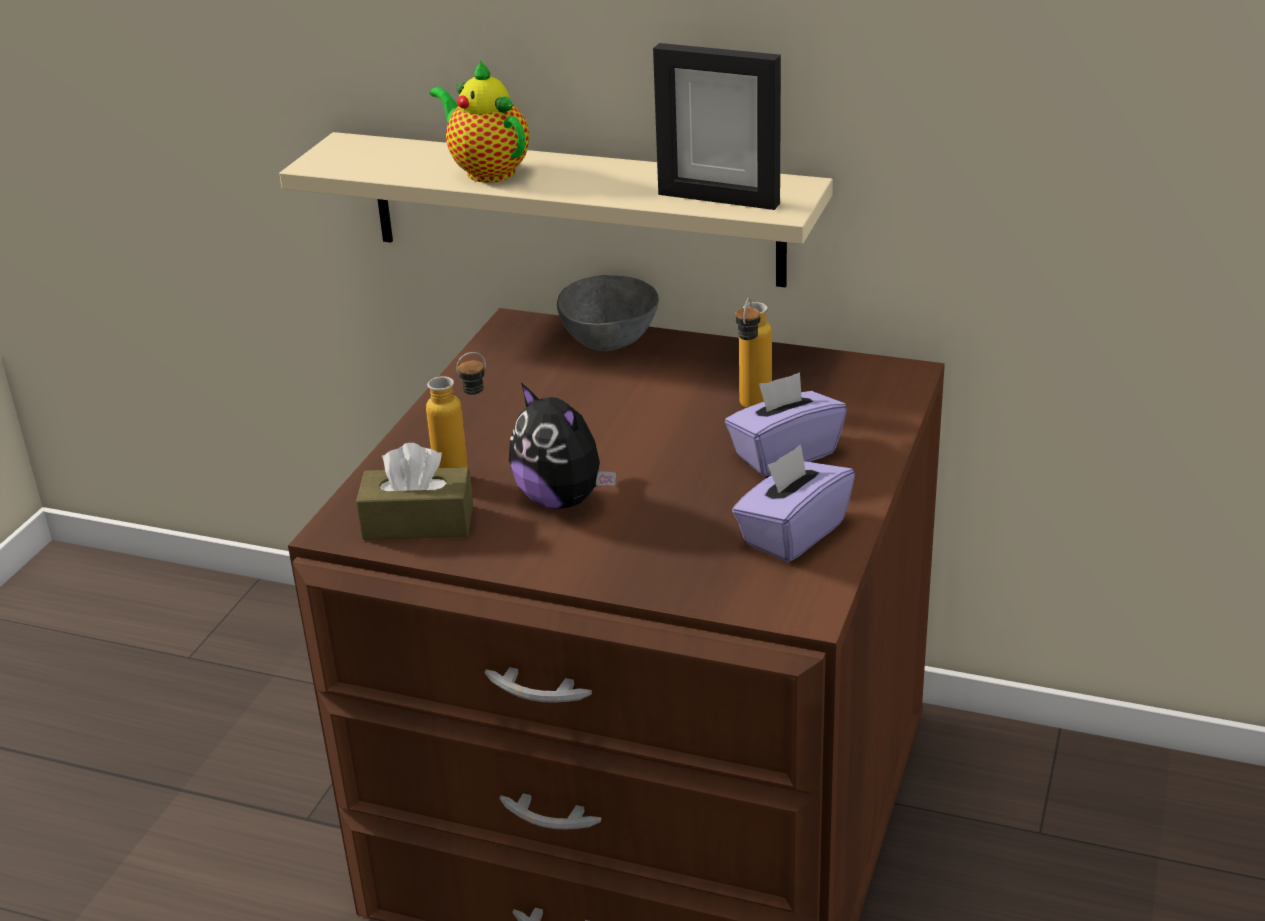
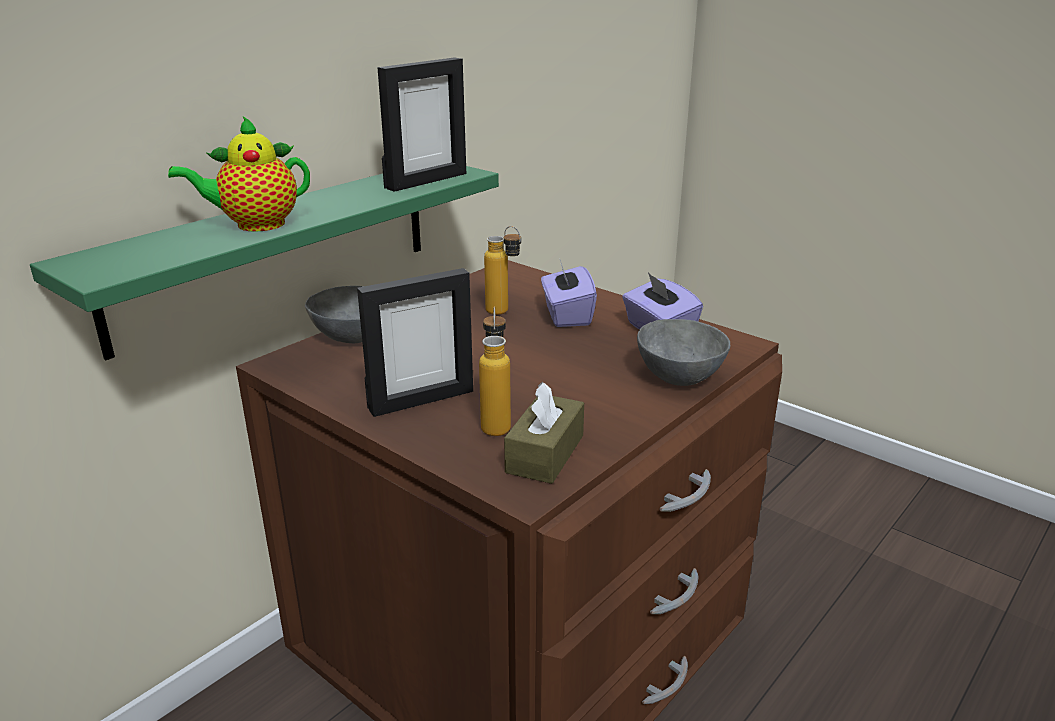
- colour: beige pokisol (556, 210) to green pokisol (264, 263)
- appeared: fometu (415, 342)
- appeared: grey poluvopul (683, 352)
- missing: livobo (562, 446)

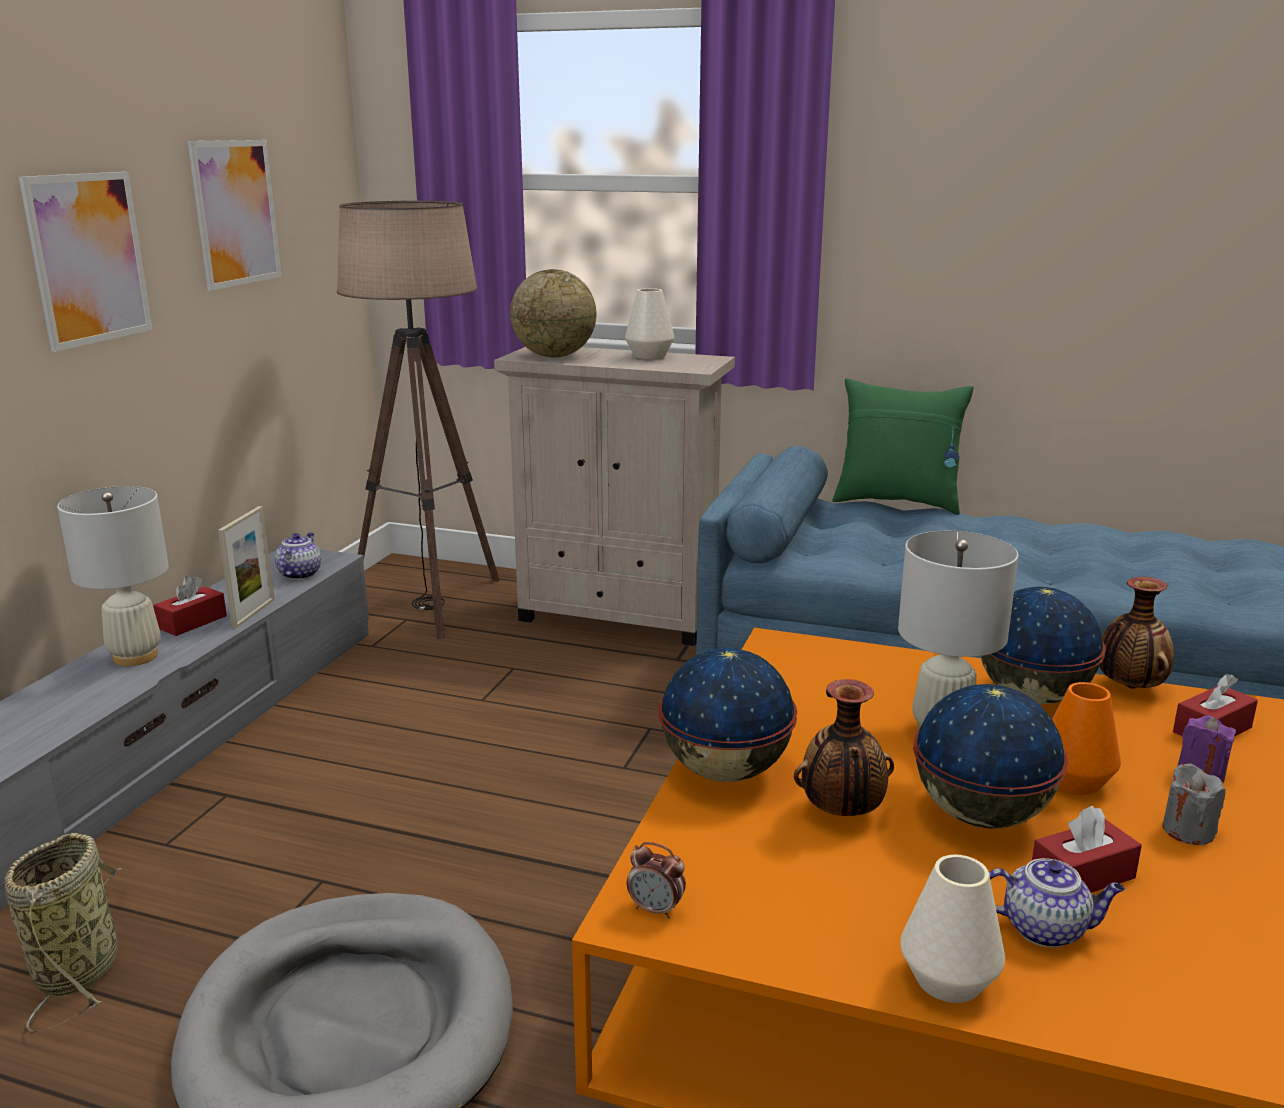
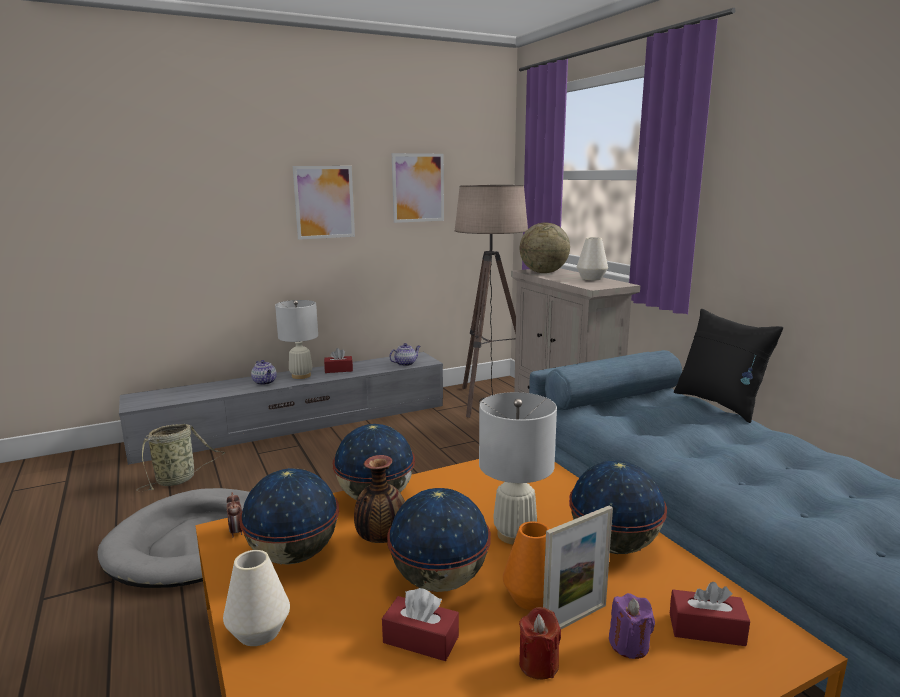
- appeared: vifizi (289, 516)
- relocated: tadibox (1057, 902) to (264, 372)
- colour: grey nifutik (1193, 804) to red nifutik (540, 643)
- relocated: fometu (246, 567) to (578, 567)
- colour: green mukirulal (902, 446) to black mukirulal (728, 366)
- missing: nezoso (1137, 633)

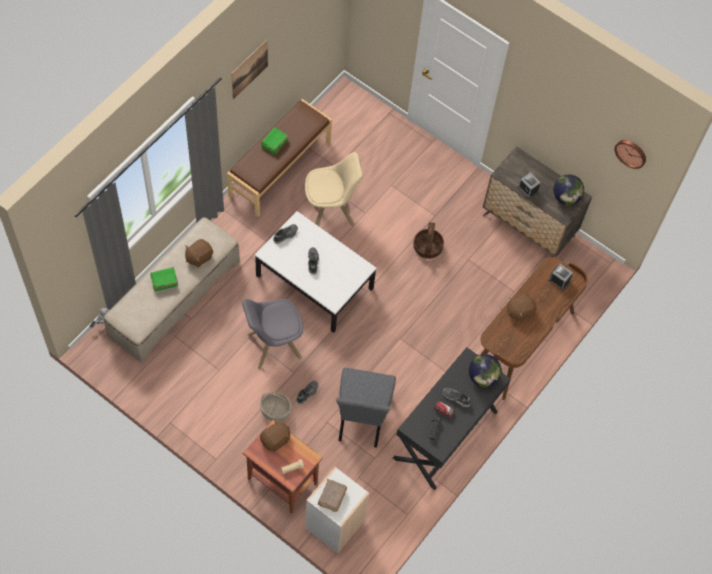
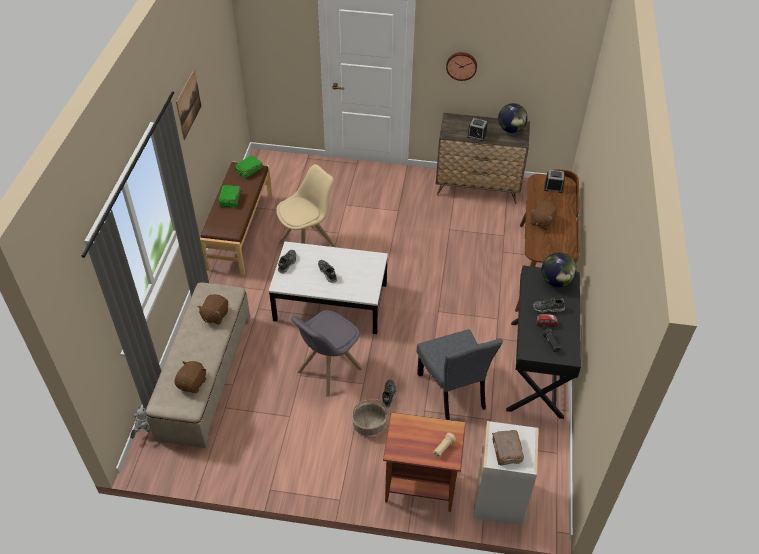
- relocated: brown livobo (275, 436) to (190, 377)
- relocated: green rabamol (164, 279) to (249, 166)
- relocated: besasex (630, 154) to (461, 66)
- missing: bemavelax (428, 240)

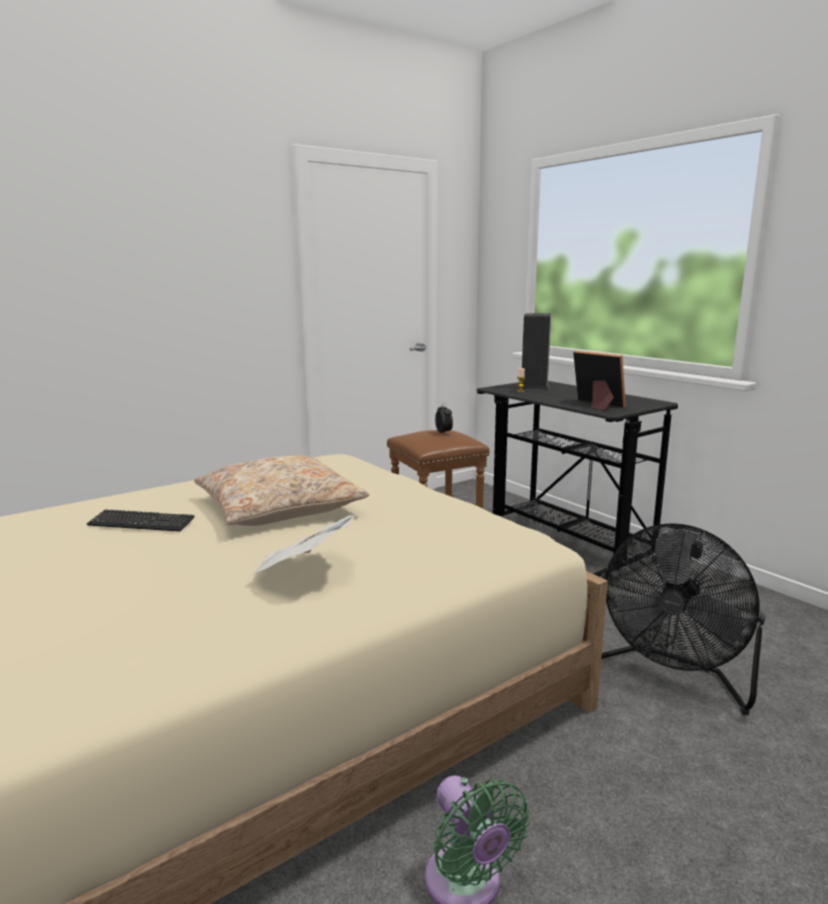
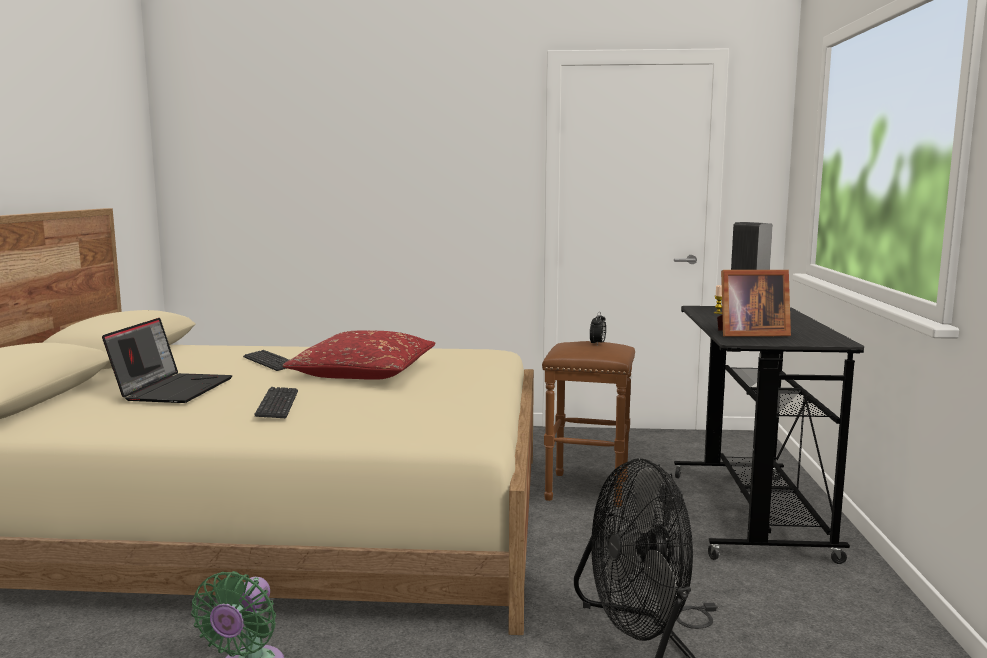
- appeared: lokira (167, 360)
- exchanged: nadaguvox (302, 545) to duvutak (276, 402)
- colour: beige mukirulal (281, 490) to red mukirulal (358, 355)
- spun: fometu (599, 381) = (754, 303) 90 degrees clockwise

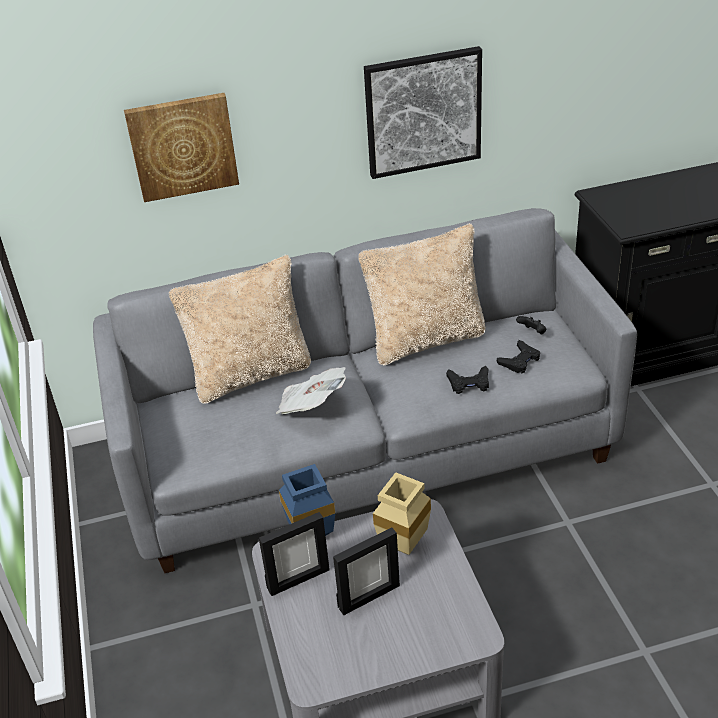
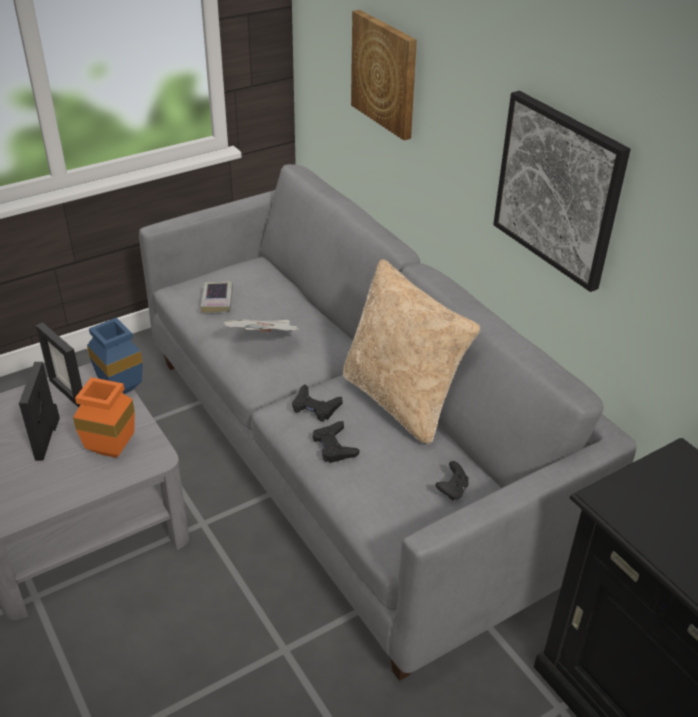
- spun: fometu (366, 571) = (39, 411) 45 degrees clockwise
- colour: beige nezoso (402, 513) to orange nezoso (104, 417)
- appeared: rabamol (217, 297)
- relocated: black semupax (518, 357) to (317, 402)
- missing: beige mukirulal (240, 329)

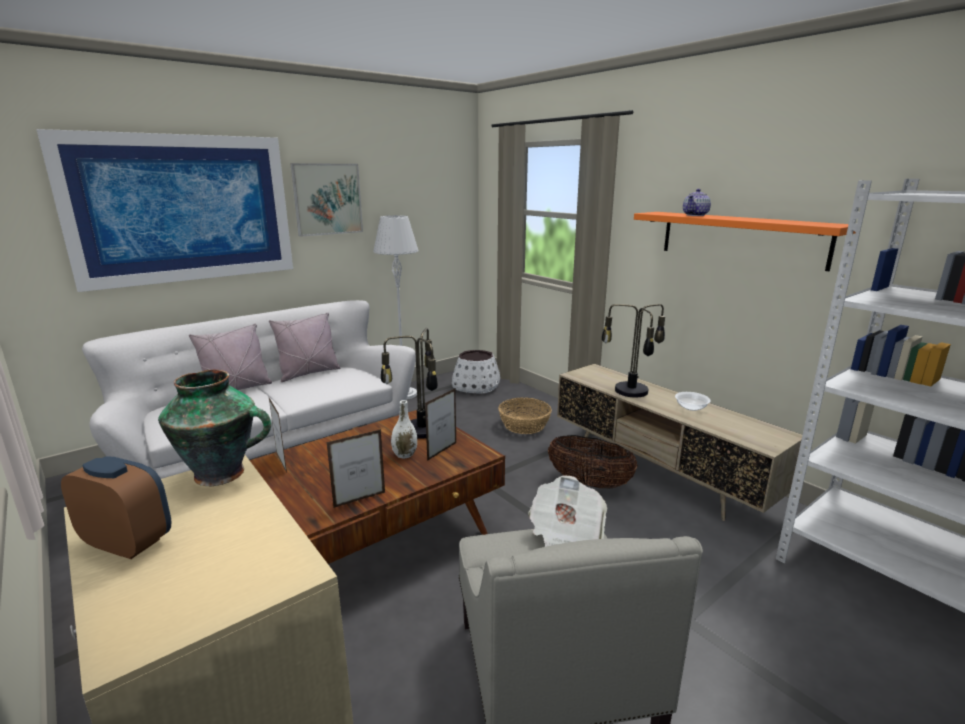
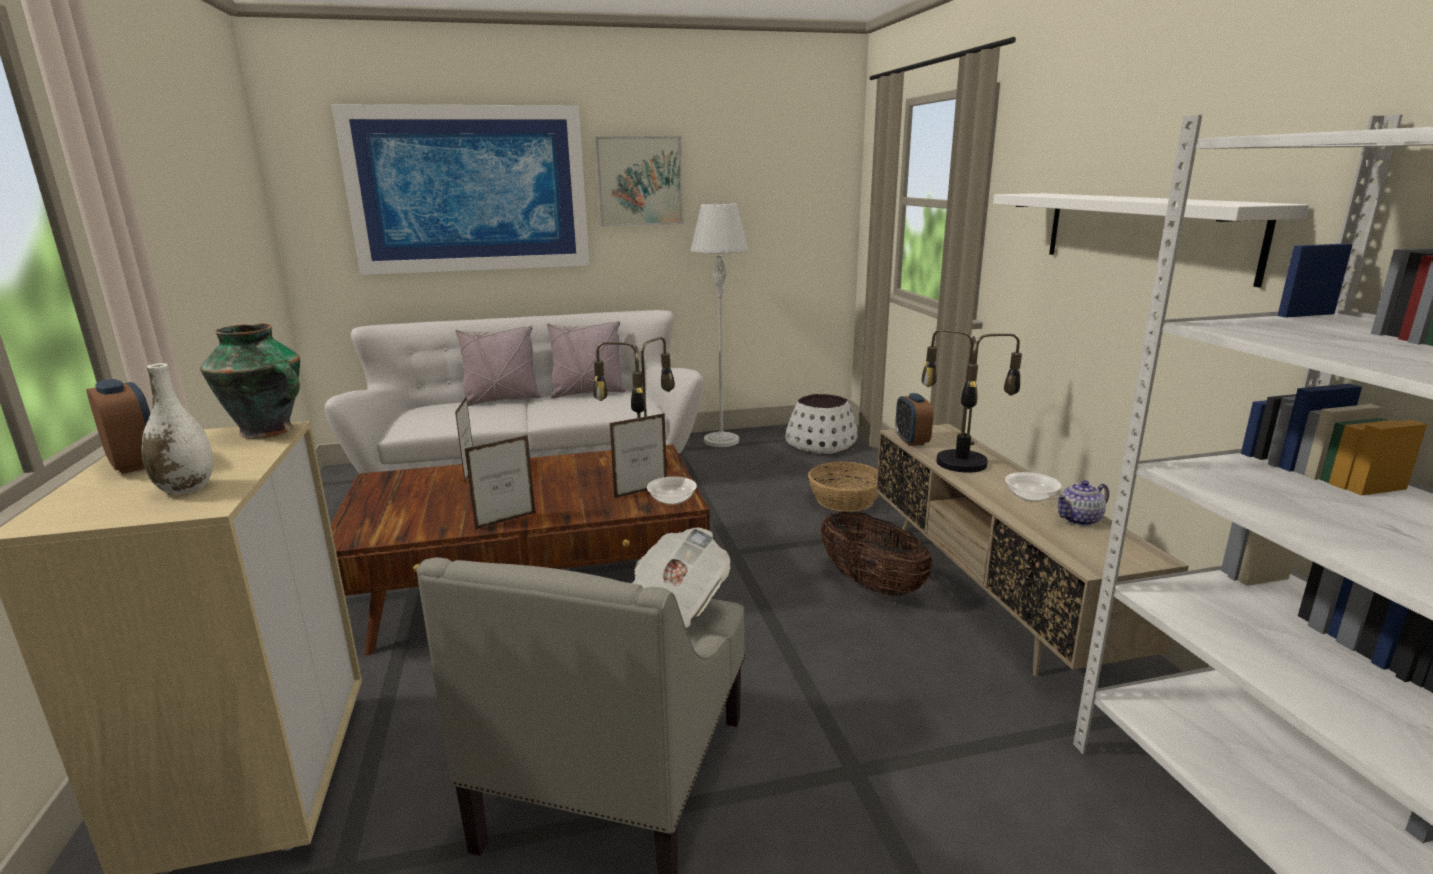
- relocated: white nezoso (404, 429) to (177, 429)
- spun: fometu (356, 468) = (500, 482) 150 degrees clockwise
- appeared: poluvopul (672, 490)
- appeared: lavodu (914, 419)
- colour: orange pokisol (745, 241) to white pokisol (1151, 240)
- relocated: tadibox (697, 202) to (1082, 503)

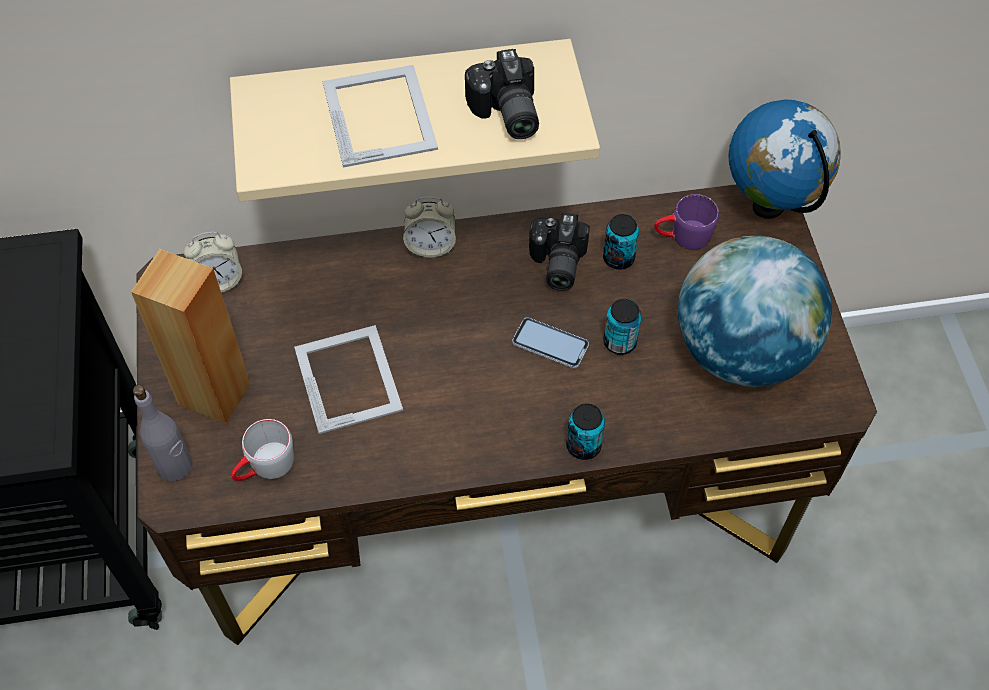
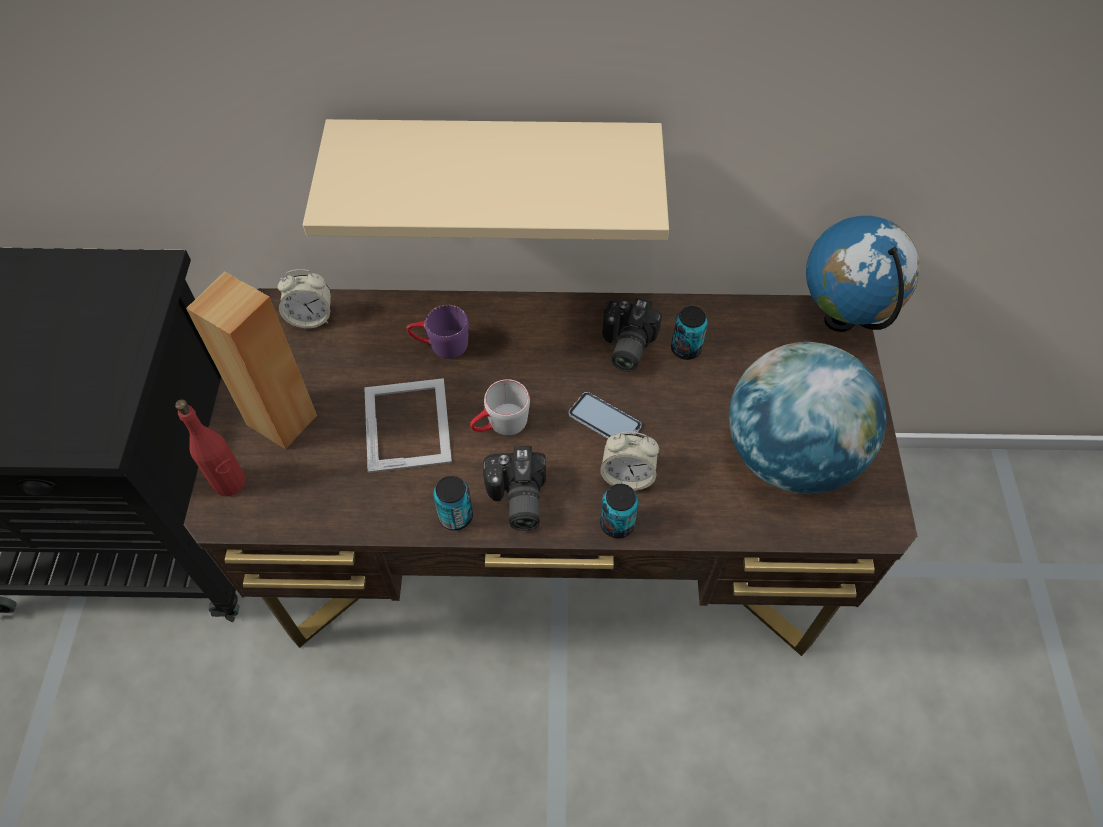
- colour: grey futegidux (163, 433) to red futegidux (210, 447)
- relocated: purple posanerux (686, 222) to (437, 332)
- relocated: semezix (622, 327) to (453, 503)
- relocated: grey posanerux (262, 450) to (500, 407)
- relocated: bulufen (502, 94) to (514, 488)
- relocated: lavodu (429, 227) to (629, 461)
- missing: fometu (380, 116)

